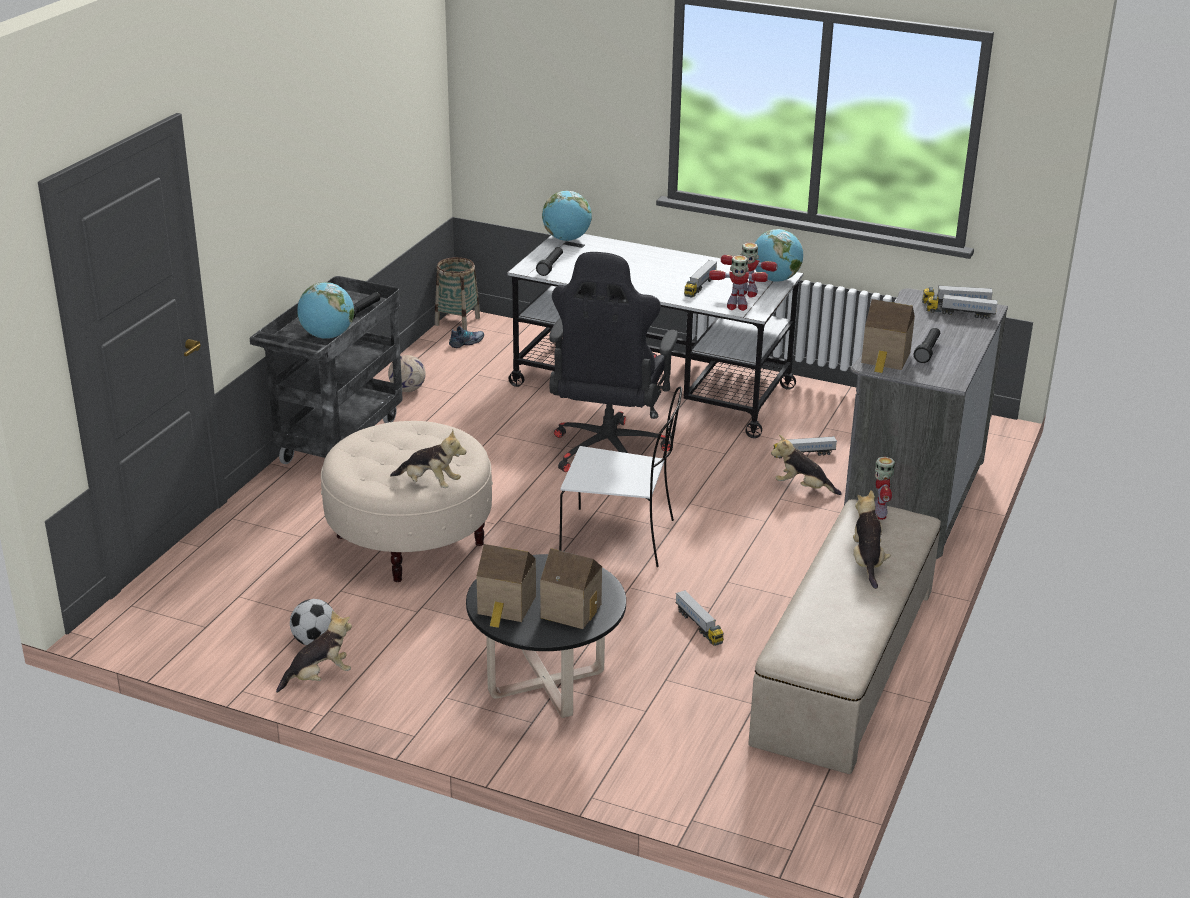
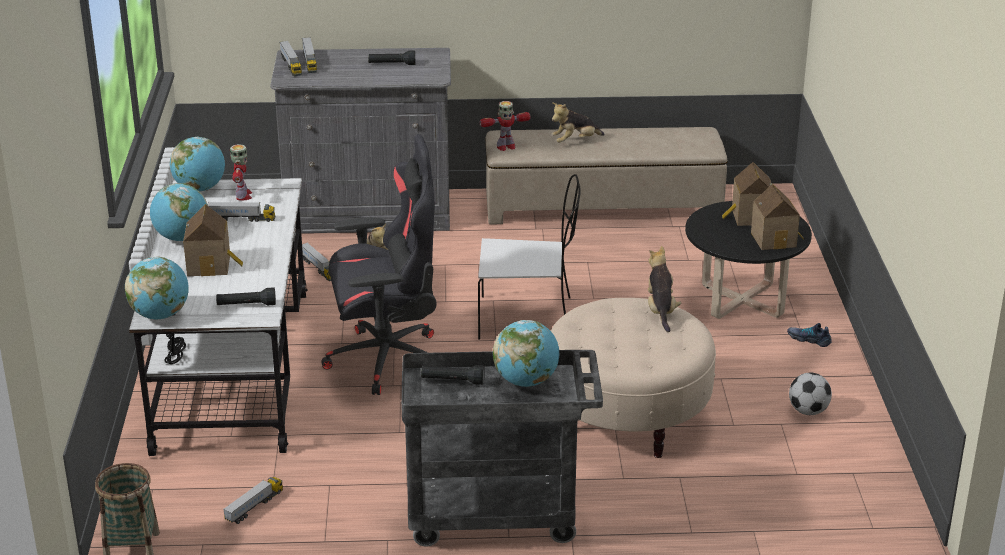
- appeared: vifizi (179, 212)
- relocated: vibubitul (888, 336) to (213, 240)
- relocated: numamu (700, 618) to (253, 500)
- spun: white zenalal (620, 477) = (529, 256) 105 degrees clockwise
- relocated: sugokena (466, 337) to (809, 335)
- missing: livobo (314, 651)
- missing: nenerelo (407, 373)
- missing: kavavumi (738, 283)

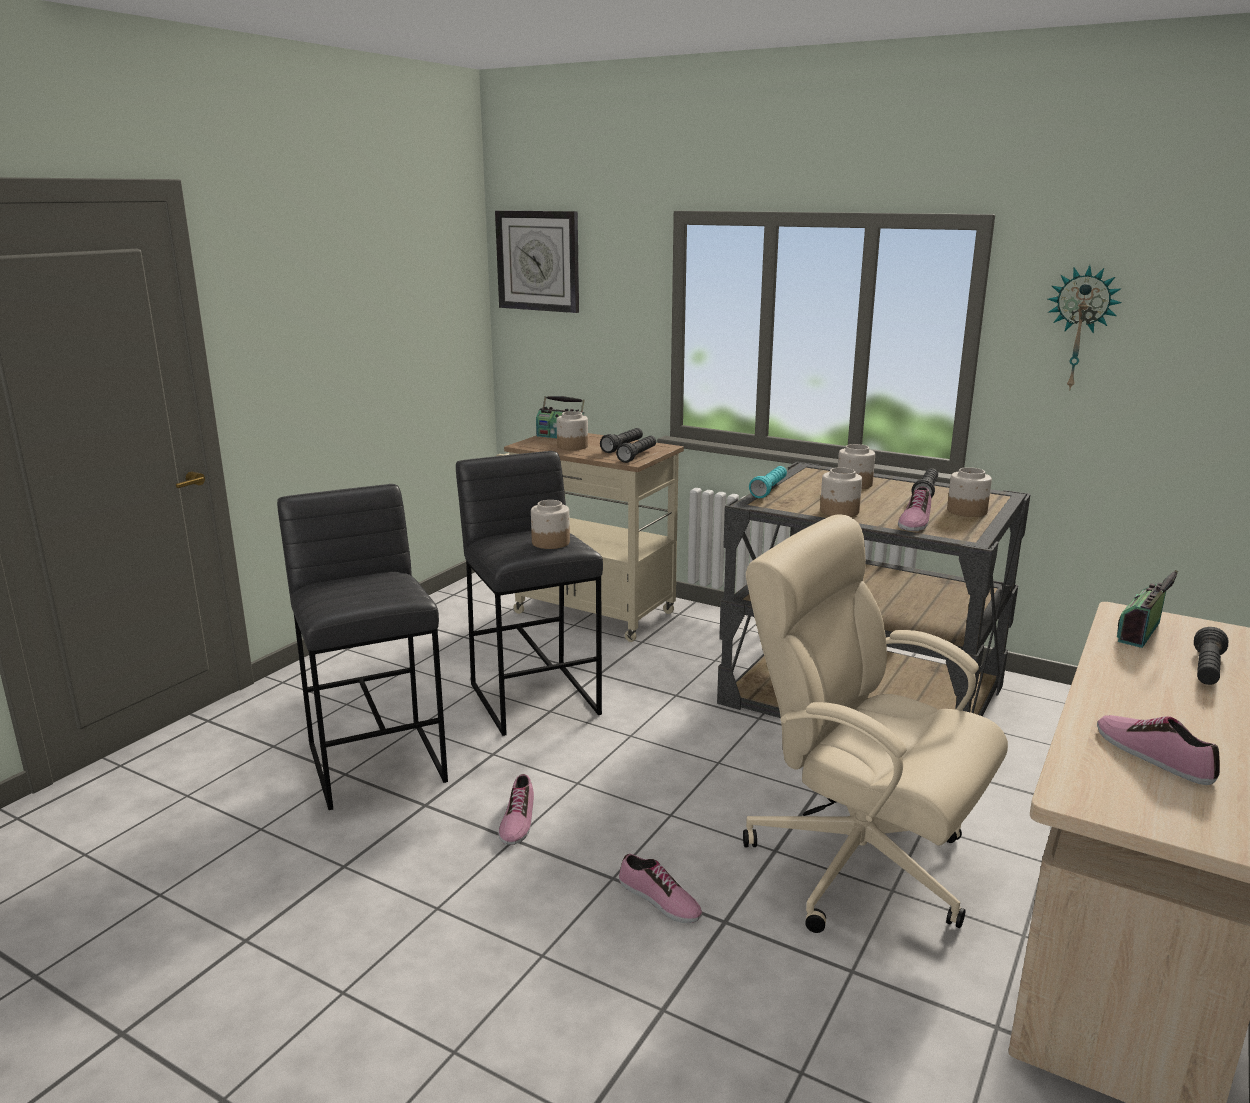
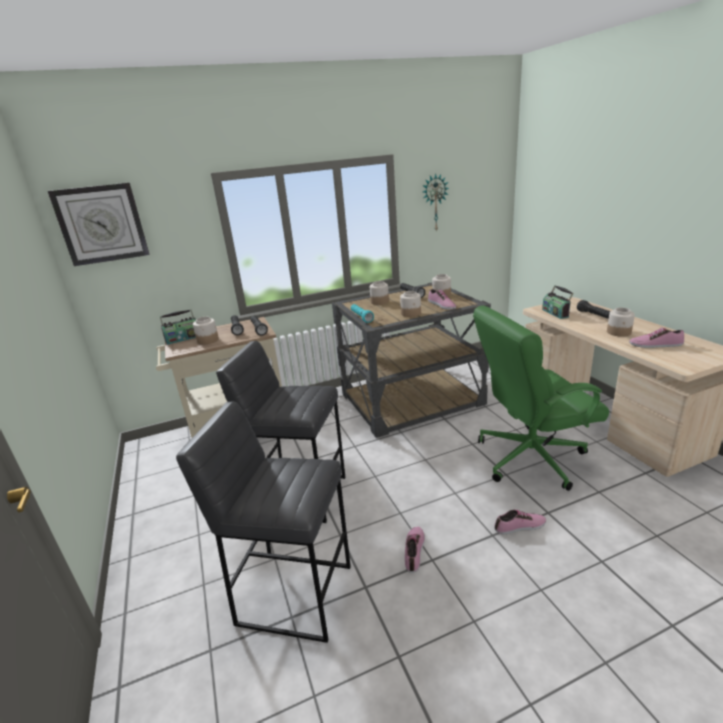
- spun: sugokena (516, 809) = (415, 550) 120 degrees counterclockwise
- colour: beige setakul (875, 723) to green setakul (541, 398)
- relocated: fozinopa (550, 524) to (621, 322)

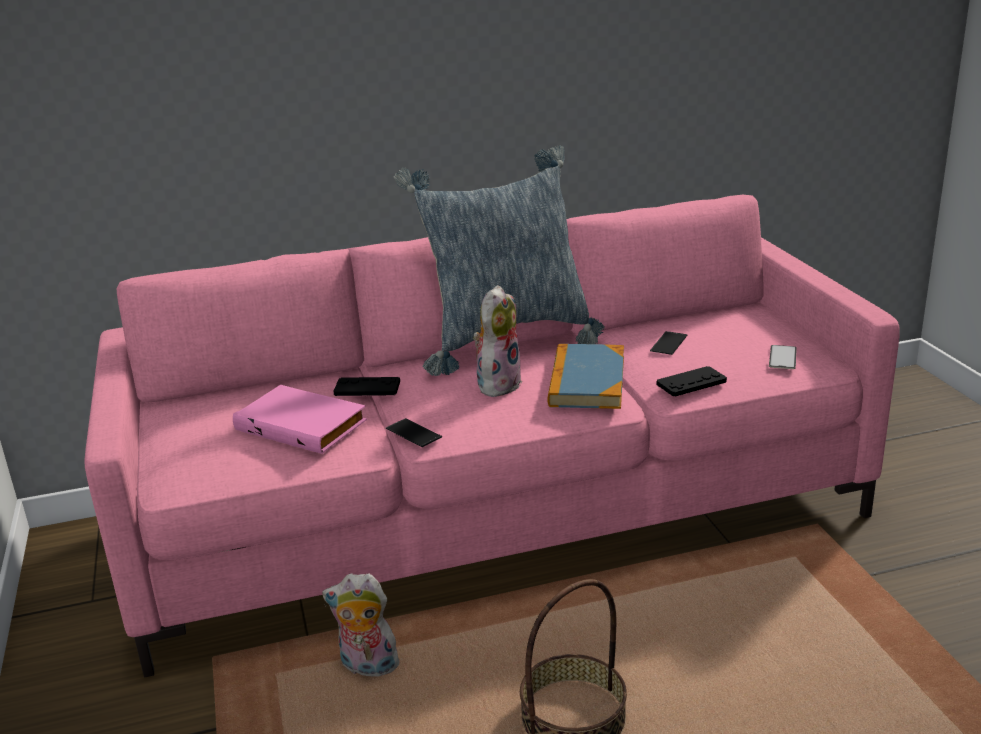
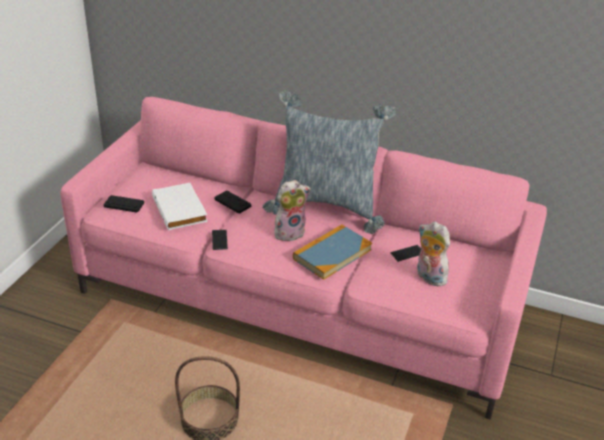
- relocated: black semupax (692, 381) to (123, 203)
- colour: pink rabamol (300, 419) to white rabamol (180, 206)
- relocated: livobo (363, 624) to (433, 254)
- missing: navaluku (783, 357)

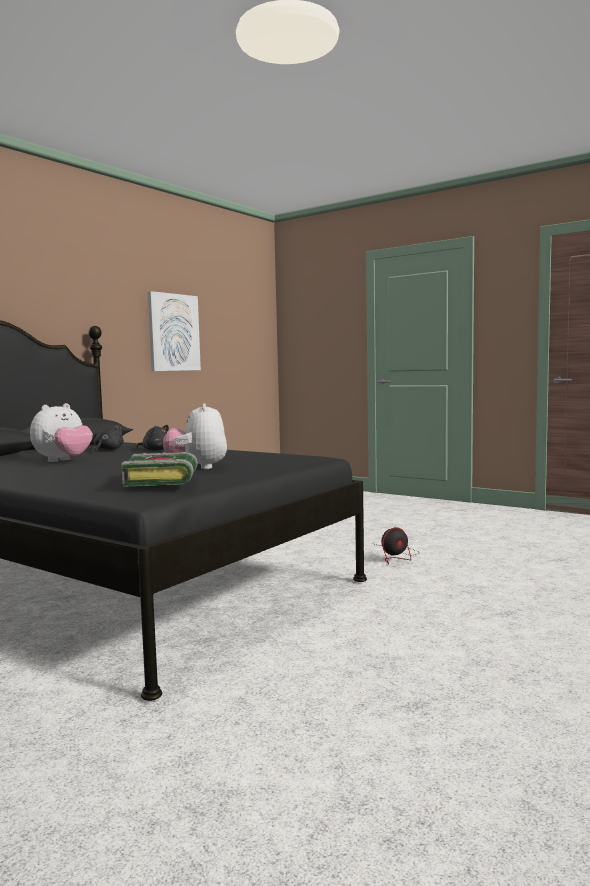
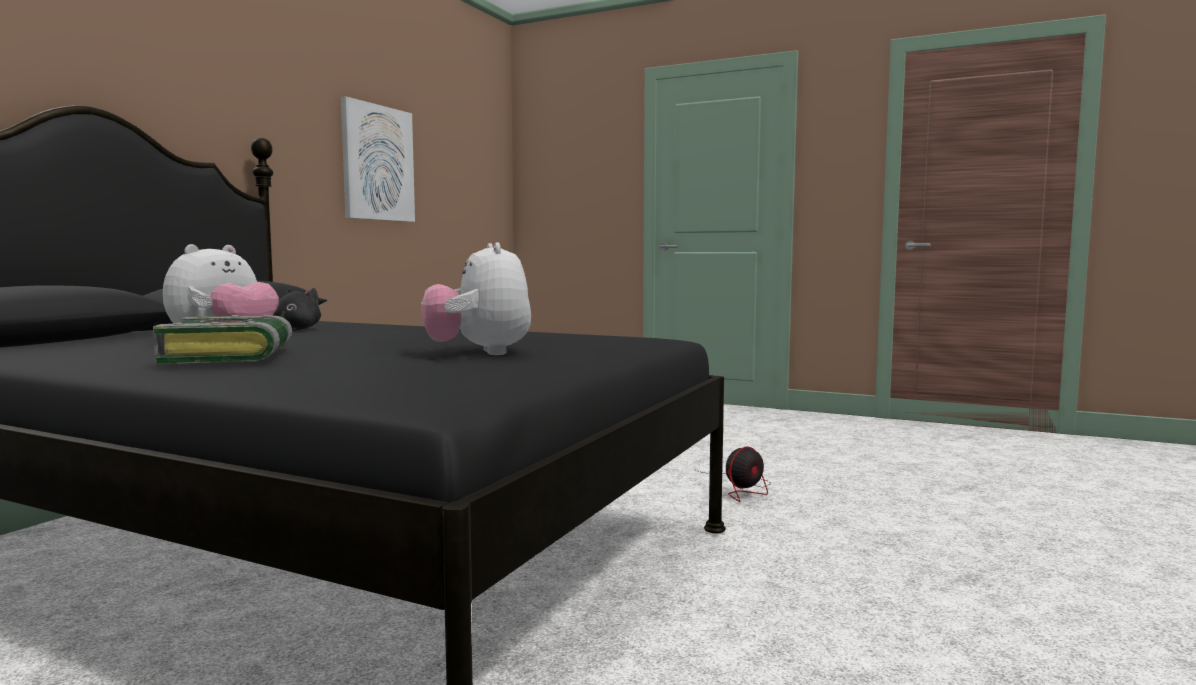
- relocated: rabamol (159, 469) to (223, 339)
- missing: black livobo (153, 437)

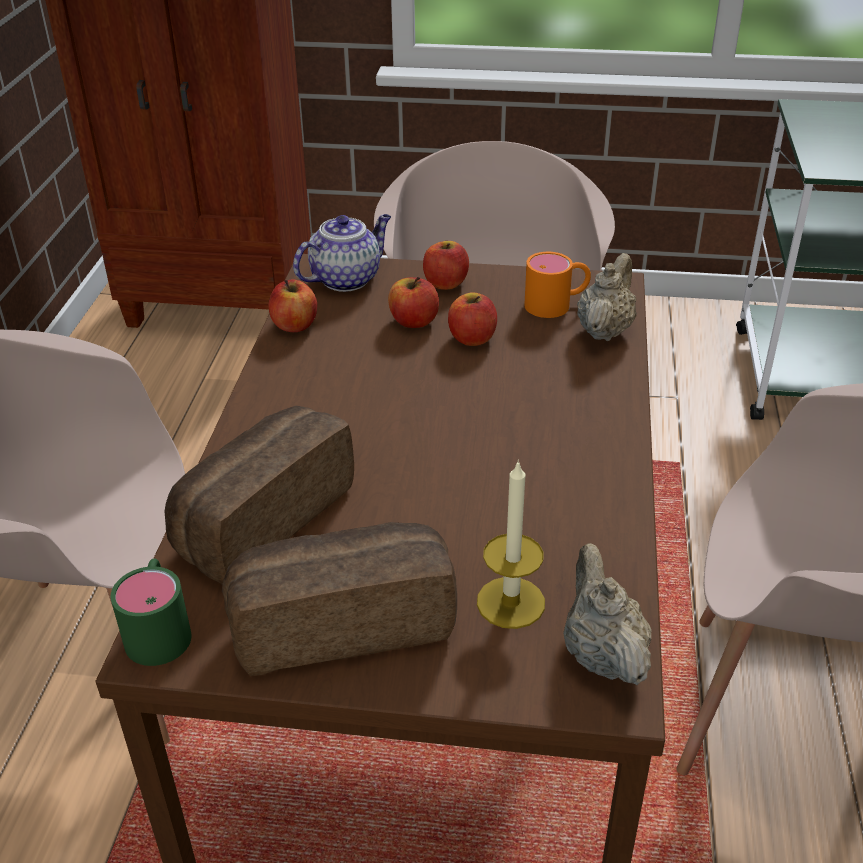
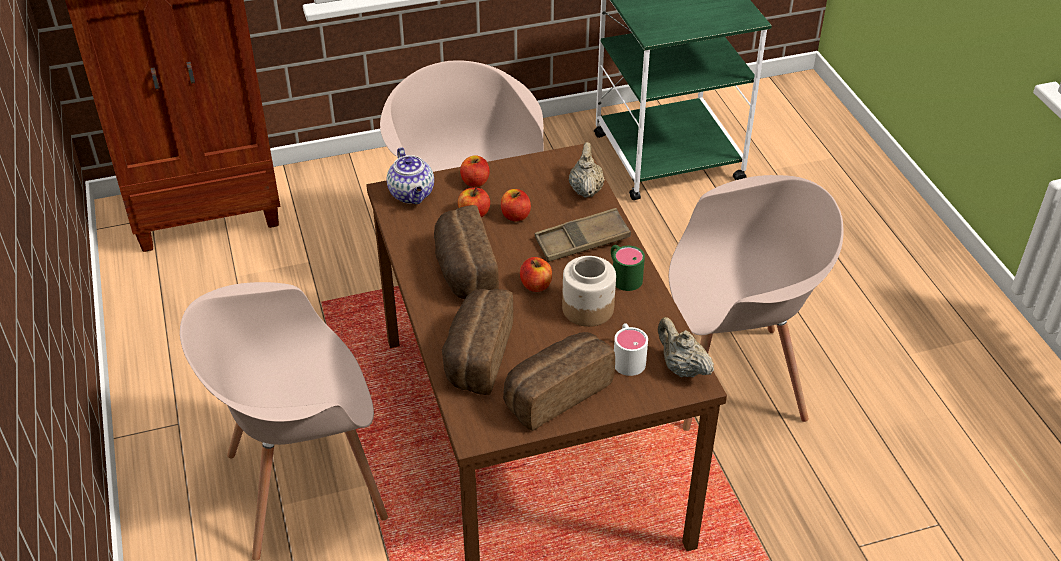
- spun: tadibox (342, 253) = (410, 175) 135 degrees clockwise
- appeared: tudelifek (466, 252)
- relocated: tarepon (293, 306) to (536, 274)
- appeared: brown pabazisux (583, 235)
- appeared: fozinopa (589, 291)
- relocated: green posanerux (151, 612) to (628, 268)
- exchanged: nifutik (511, 544) to white posanerux (631, 349)
- missing: orange posanerux (557, 285)

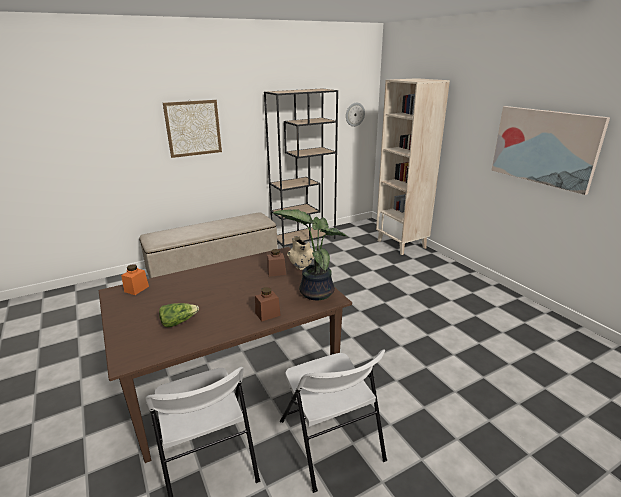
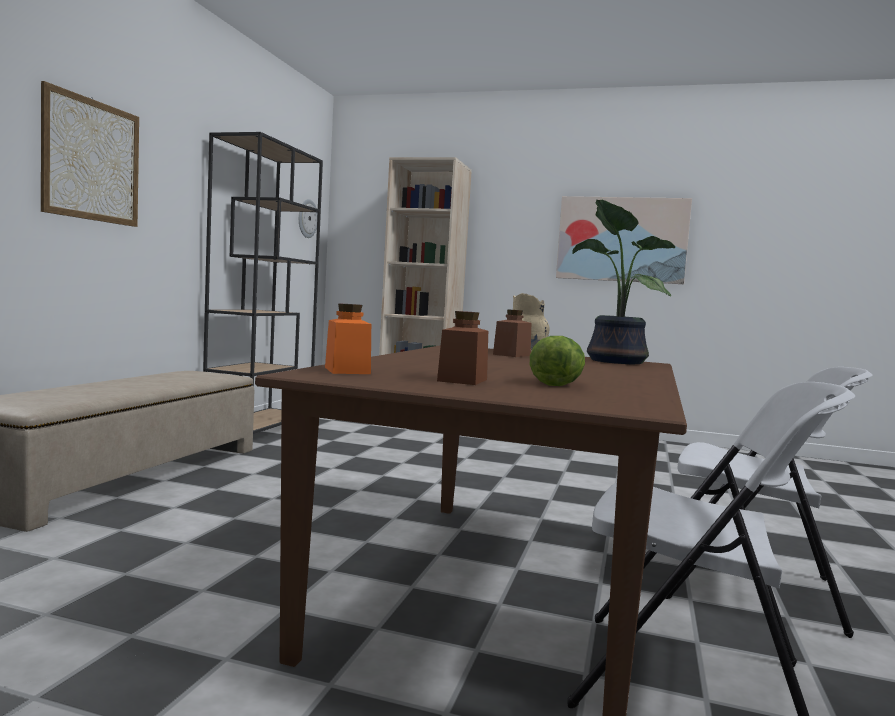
- relocated: brown fozinopa (268, 304) to (462, 348)

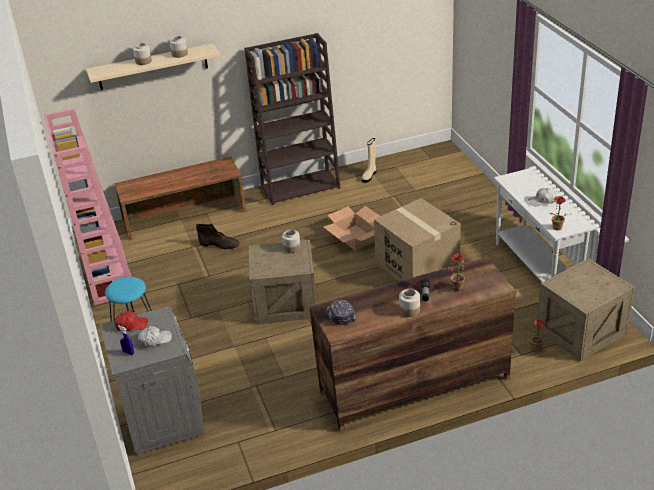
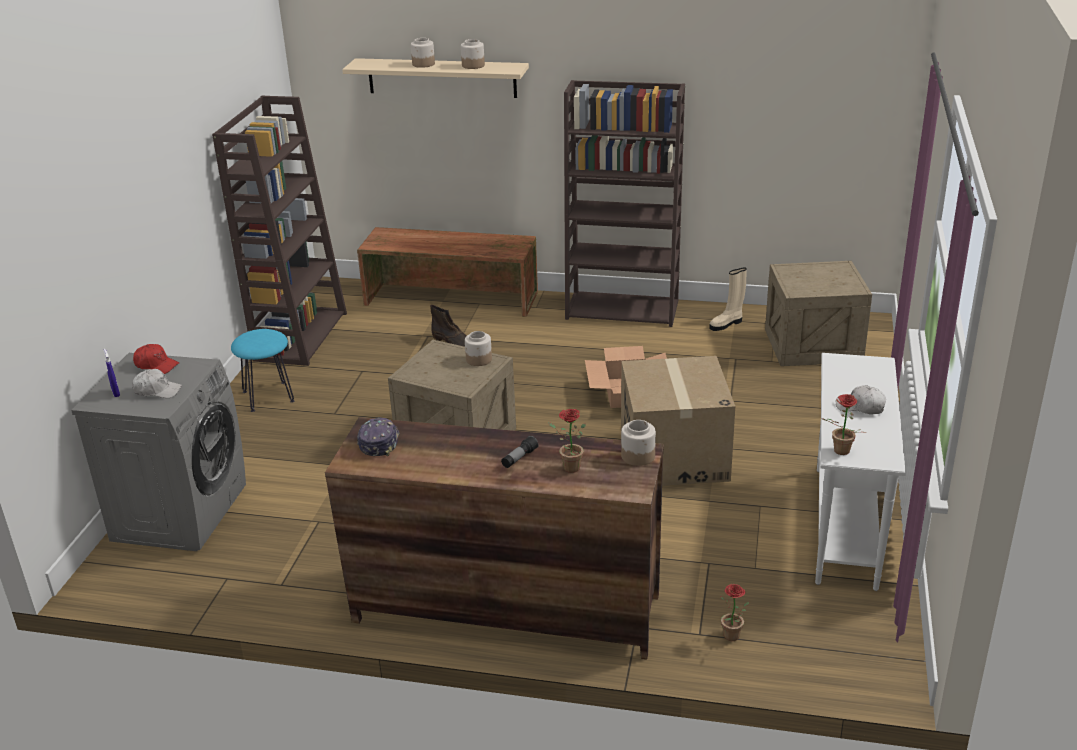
- colour: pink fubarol (88, 206) to brown fubarol (279, 231)
- relocated: fozinopa (409, 303) to (638, 443)
- relocated: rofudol (586, 309) to (818, 313)

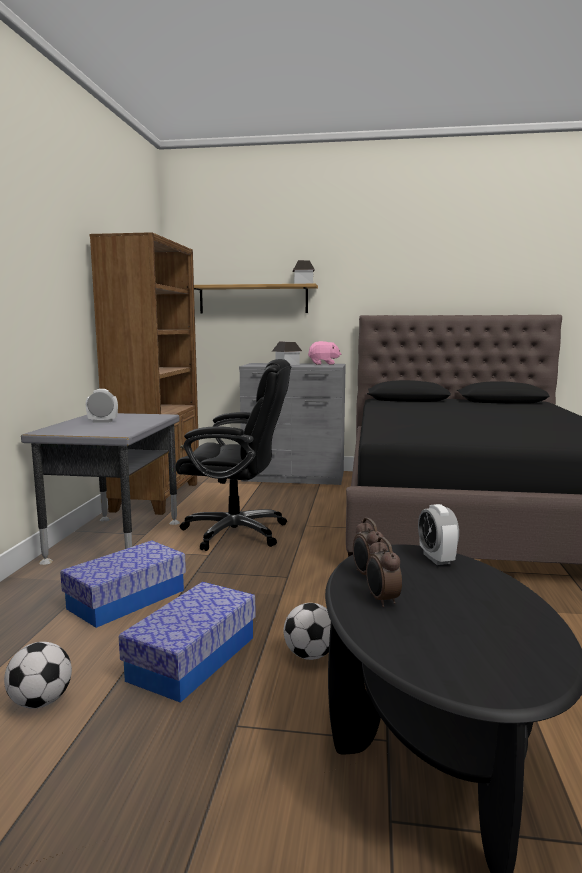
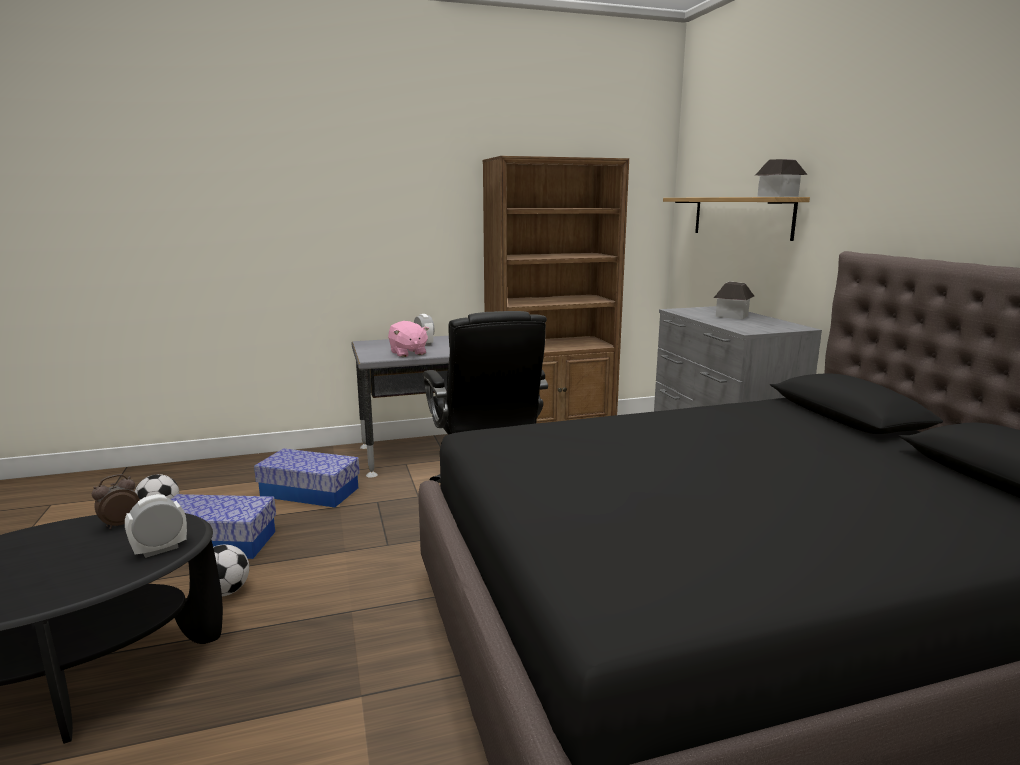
- relocated: pink livobo (324, 353) to (408, 339)
- missing: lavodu (384, 572)

